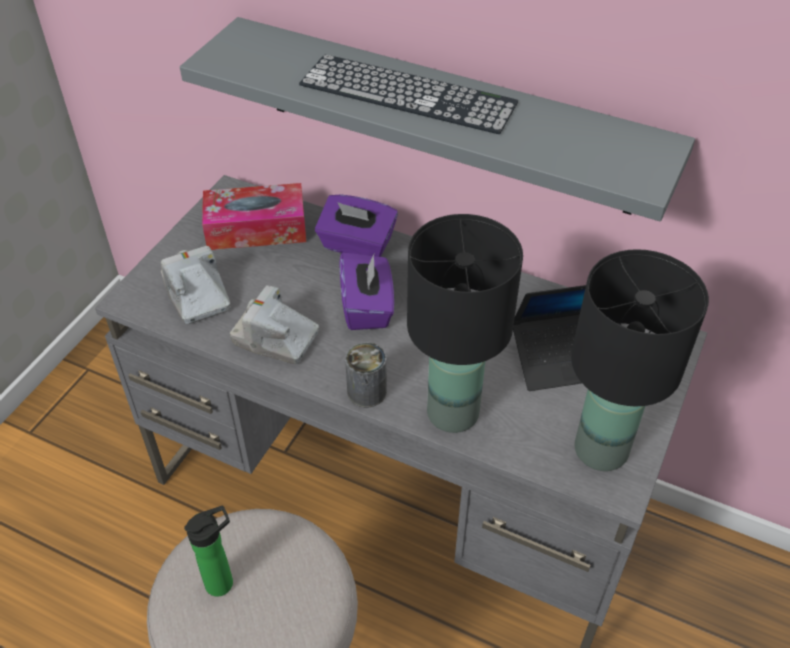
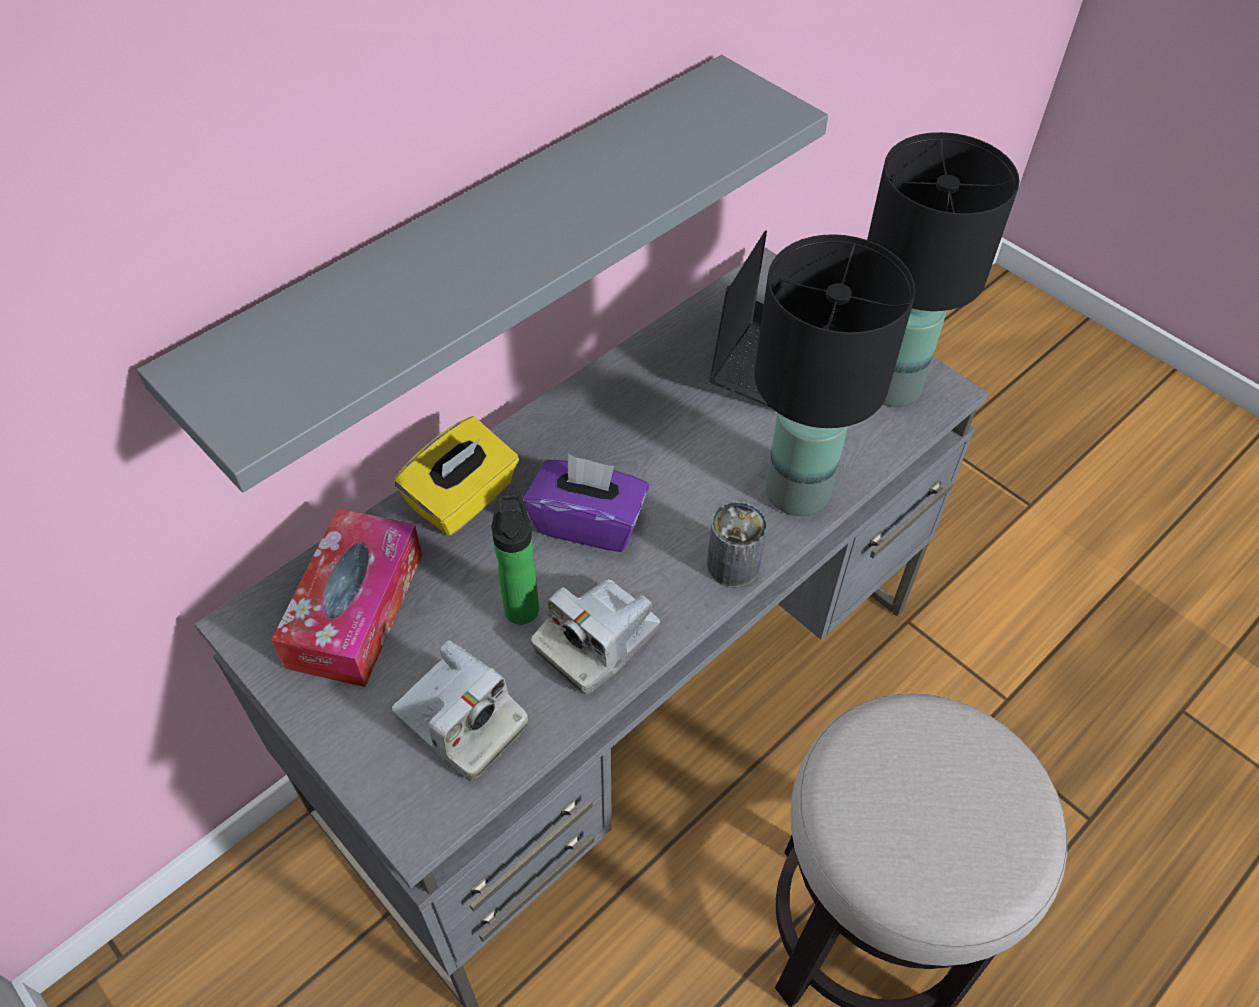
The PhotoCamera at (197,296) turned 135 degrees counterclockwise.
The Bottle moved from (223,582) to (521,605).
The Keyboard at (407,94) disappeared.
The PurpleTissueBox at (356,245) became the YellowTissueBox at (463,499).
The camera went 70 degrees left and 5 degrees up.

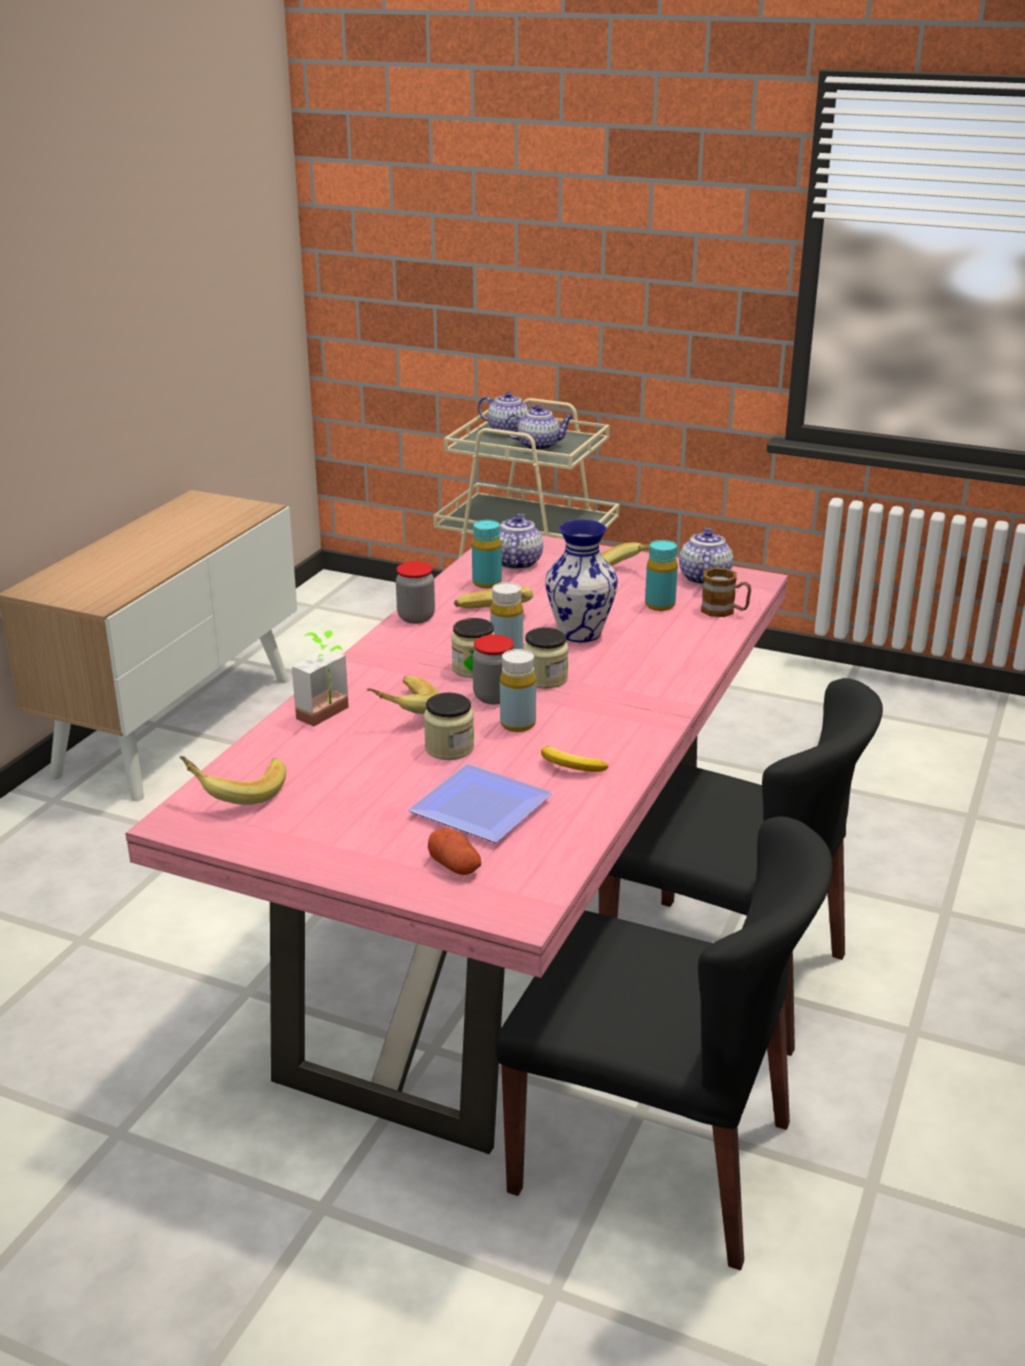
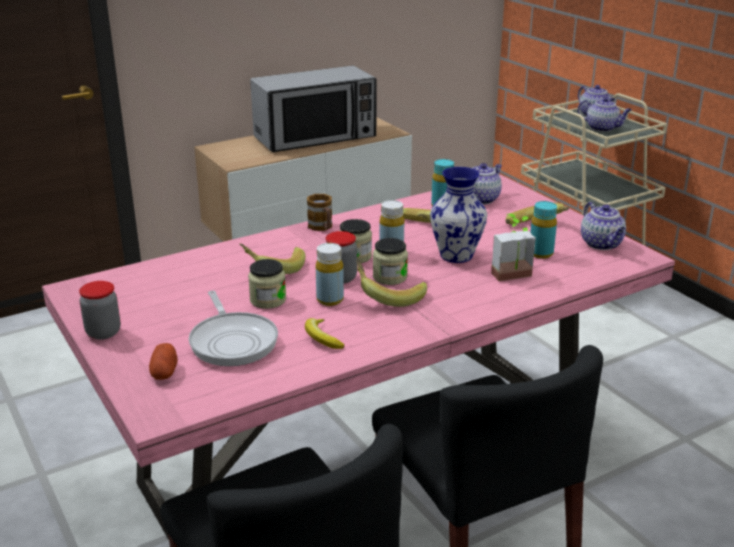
The Banana moved from (236,793) to (389,296).
The PottedPlant moved from (330,716) to (514,278).
The Jar moved from (416,617) to (103,332).
The Plate at (480,805) was replaced by the FryingPan at (233,341).
The Teapot at (703,578) turned 120 degrees clockwise.
The Mug moved from (724,611) to (322,227).
The Microwave at (316,137) appeared.
The camera went 35 degrees right and 0 degrees up.

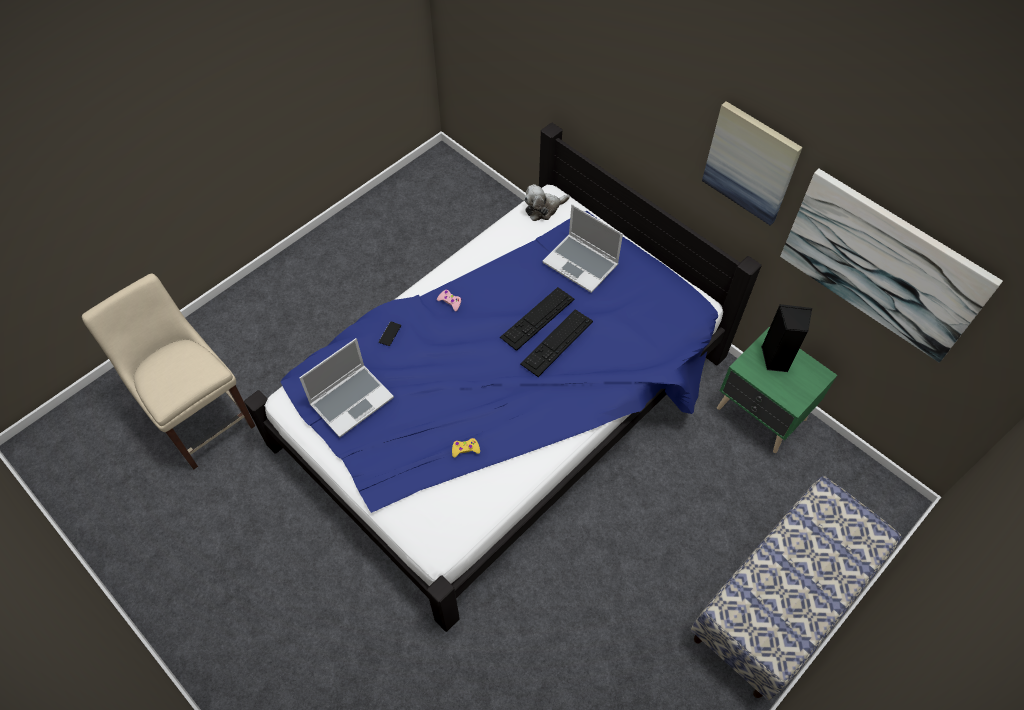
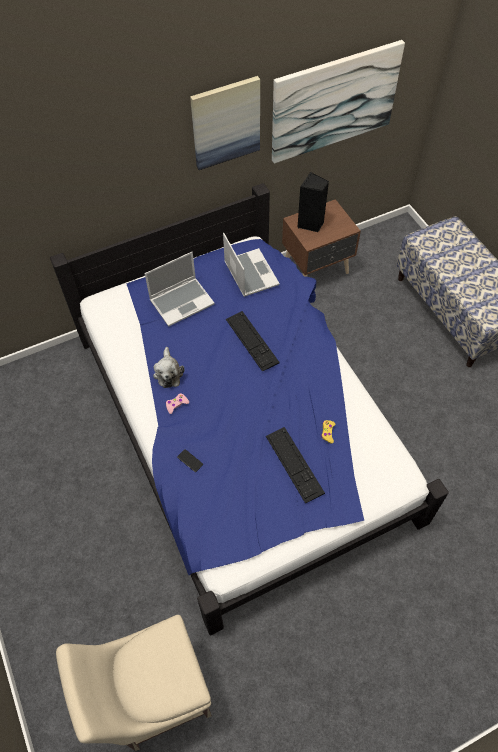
The Laptop moved from (352,400) to (250,273).
The Keyboard moved from (537,318) to (294,464).
The PlushToy moved from (543,209) to (168,373).
The GreenNightstand at (761,416) became the BrownNightstand at (317,269).
The camera went 70 degrees left and 0 degrees up.

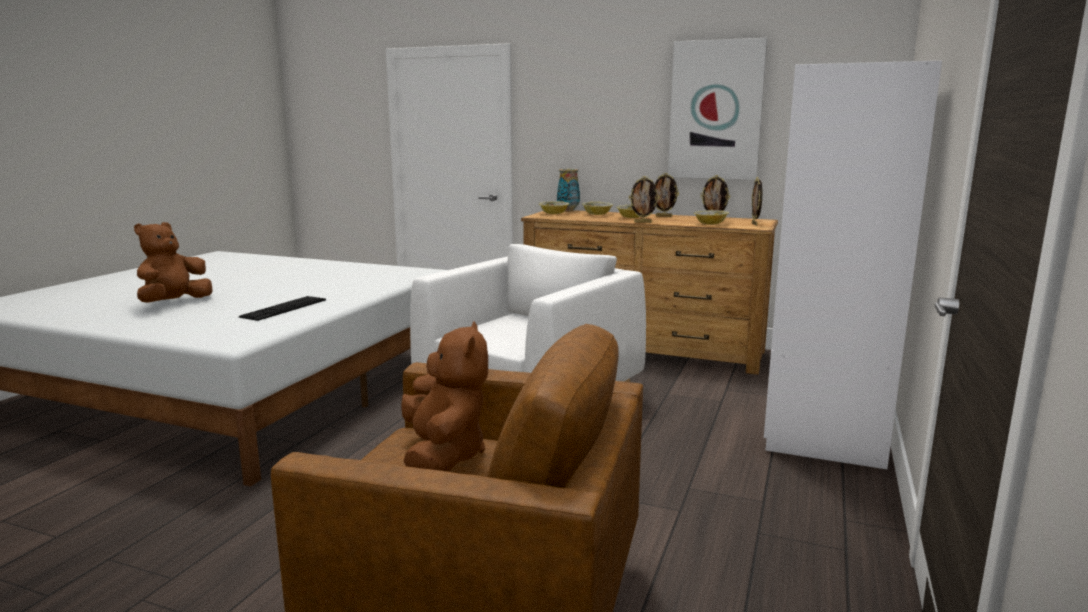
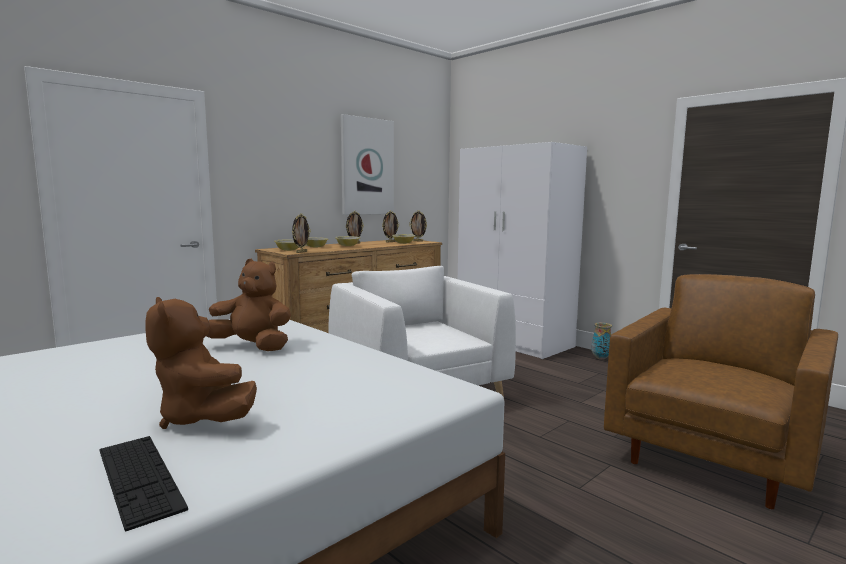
The Keyboard moved from (284,308) to (139,477).
The BrownPlushToy moved from (443,456) to (252,347).
The Vase moved from (568,210) to (601,358).
The PictureFrame moved from (643,222) to (301,252).
The camera went 65 degrees left and 5 degrees down.

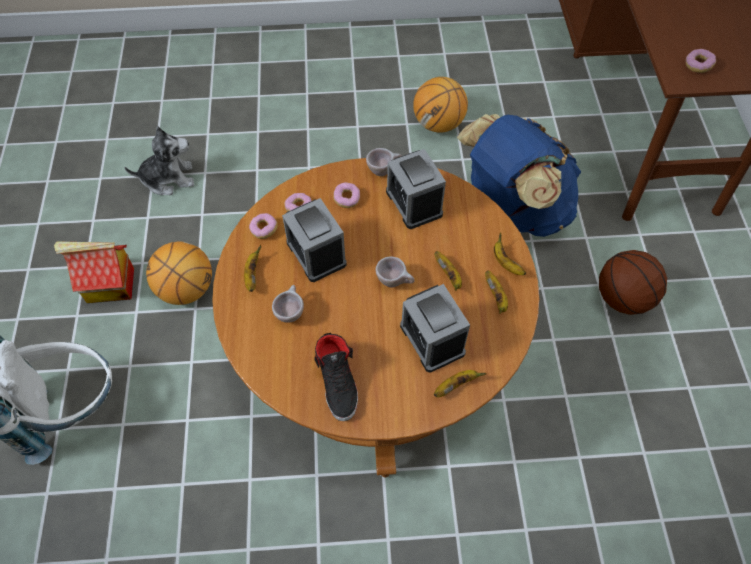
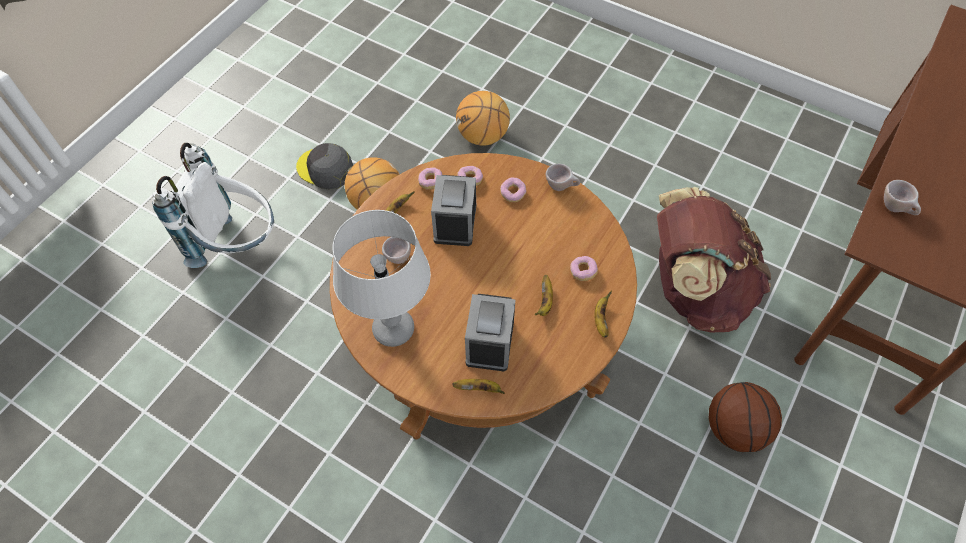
The ToyHouse at (109,286) was replaced by the GreyCap at (325,169).
The PlushToy at (168,178) disappeared.
The BlackShoe at (338,382) was replaced by the GreyTableLamp at (394,329).
The BeigeCup moved from (395,282) to (895,209).
The AlarmClock at (414,203) disappeared.
The Basketball moved from (438,124) to (483,136).
The BlueBackpack at (512,209) became the BrownBackpack at (693,290).
The Banana at (496,297) disappeared.
The Donut moved from (698,66) to (583,271).
The camera went 35 degrees right and 0 degrees up.

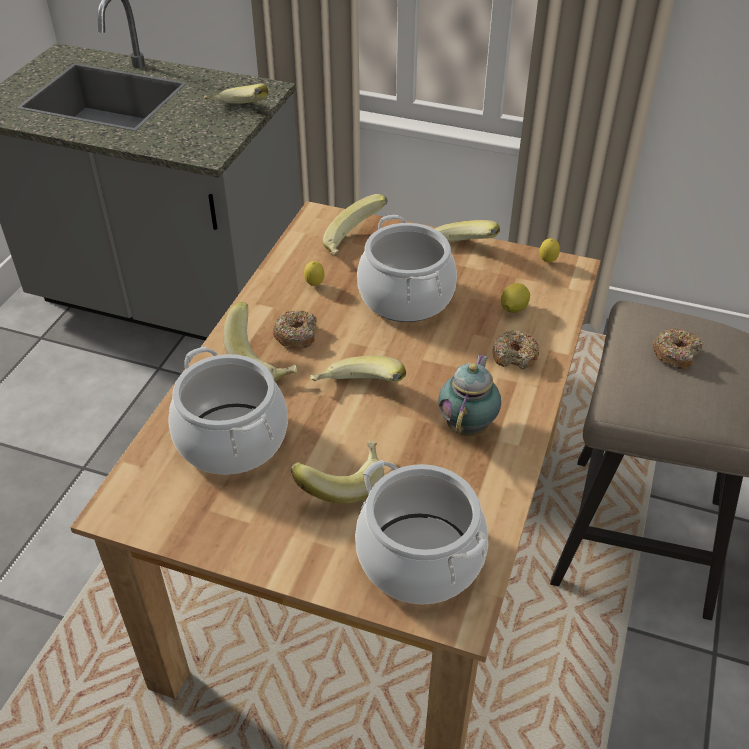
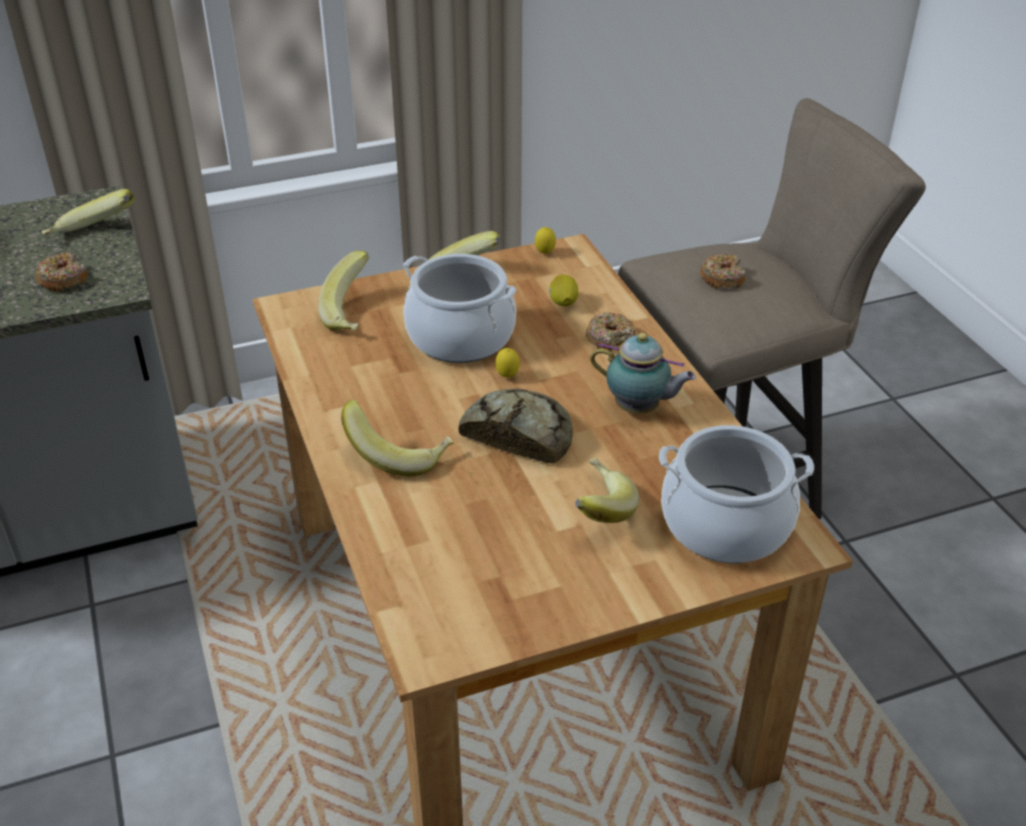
The CookingPot at (232,439) disappeared.
The Donut moved from (296,335) to (63,279).
The Lemon moved from (314,285) to (507,377).
The Banana at (358,392) was replaced by the Bread at (518,434).
The Teapot at (468,425) turned 135 degrees clockwise.
The camera went 40 degrees left and 5 degrees down.

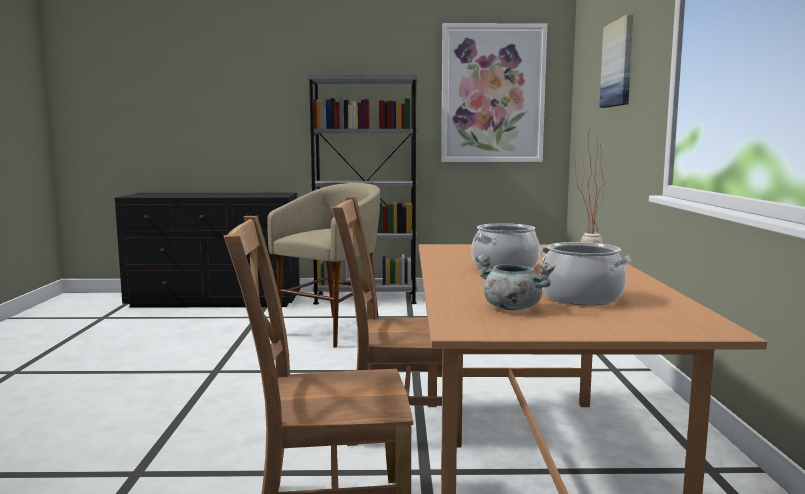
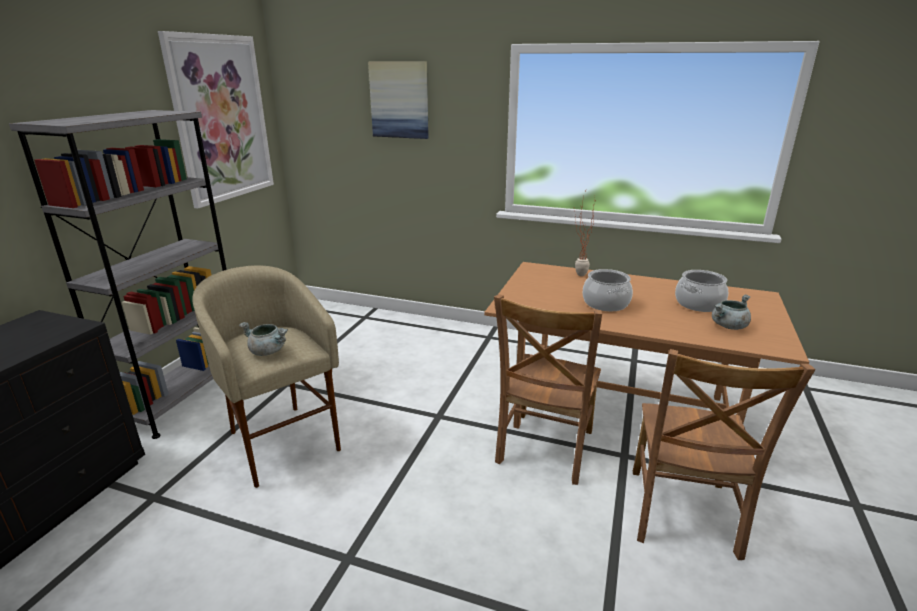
The GreyCookingPot at (268,351) appeared.
The camera went 70 degrees left and 15 degrees up.

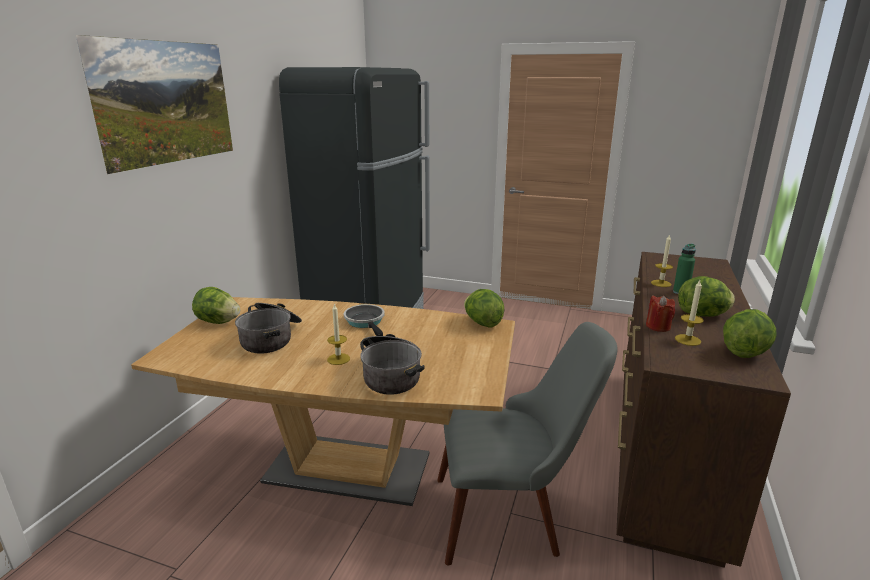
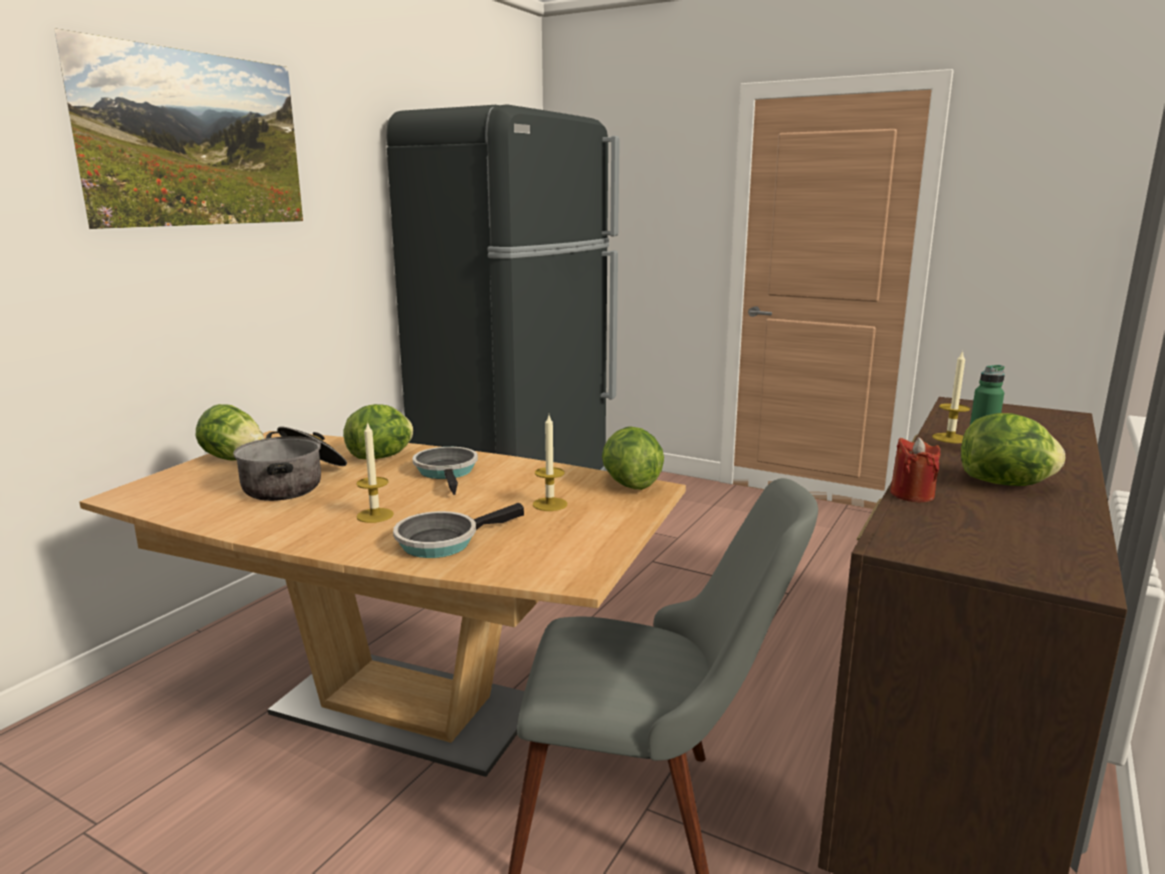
The CookingPot at (391,374) was replaced by the FryingPan at (443,541).
The Candle moved from (687,340) to (550,504).
The Lettuce moved from (744,352) to (382,457).
The camera went 10 degrees right and 5 degrees down.

